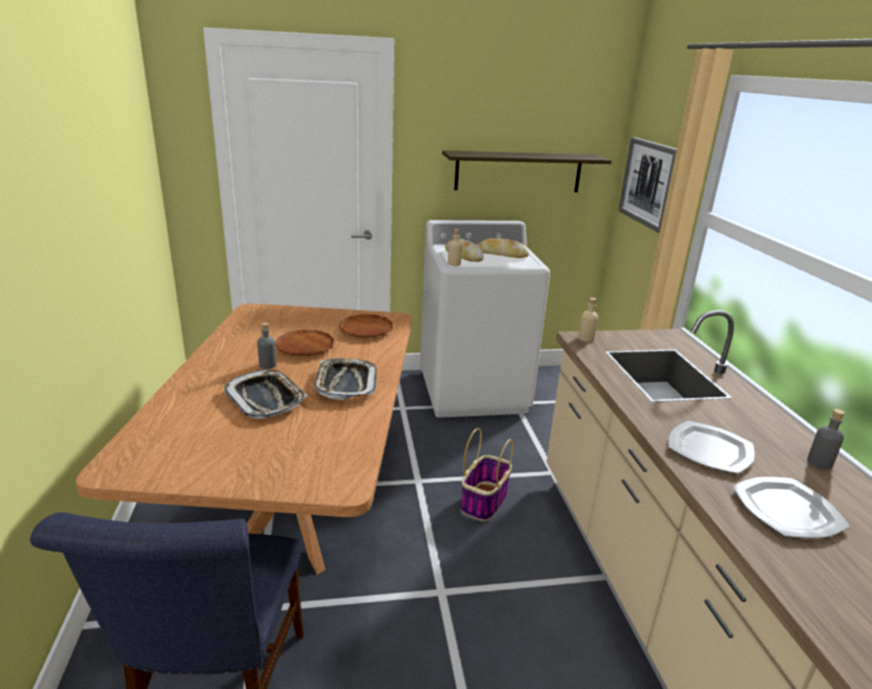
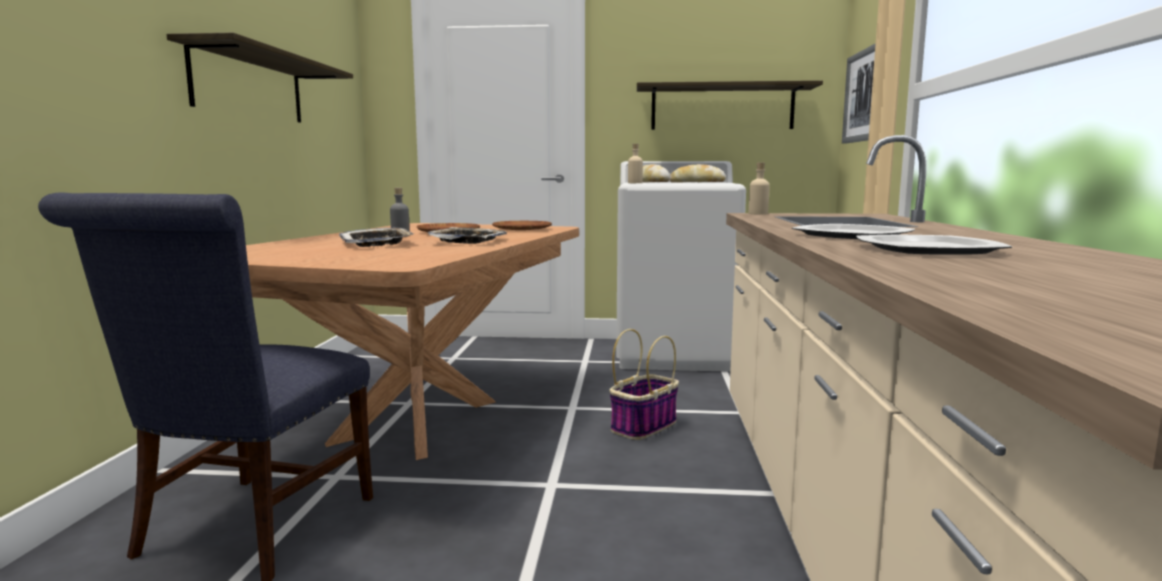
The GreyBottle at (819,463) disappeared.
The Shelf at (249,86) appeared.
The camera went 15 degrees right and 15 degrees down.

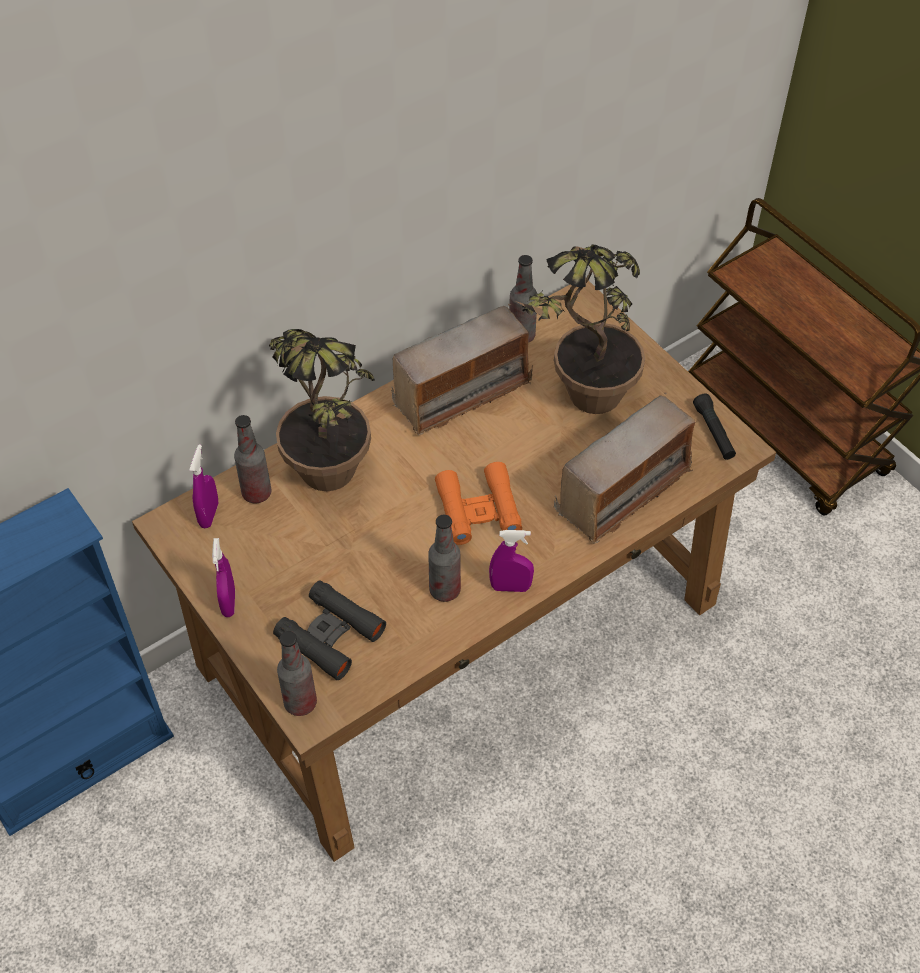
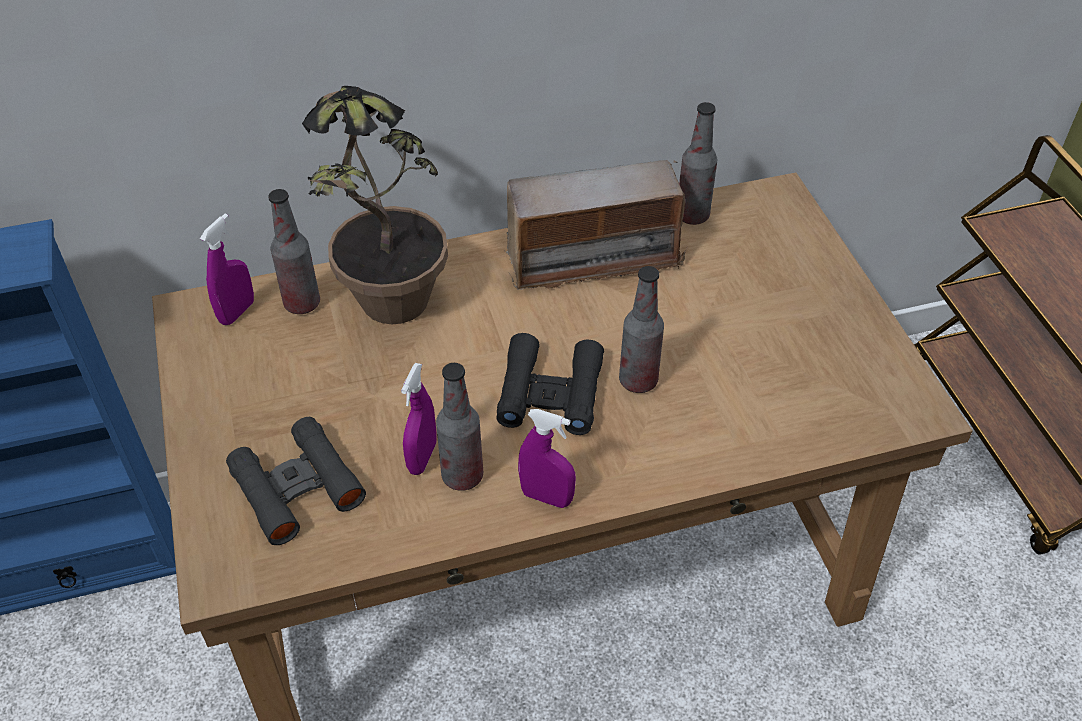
The PurpleSprayBottle moved from (229,602) to (422,457).
The Bottle moved from (300,703) to (638,380).
The OrangeBinoculars at (478,510) became the BlackBinoculars at (550,393).
The PottedPlant at (581,405) disappeared.
The Radio at (624,490) disappeared.
The BlackFlashlight at (714,432) disappeared.
The camera went 20 degrees right and 5 degrees down.

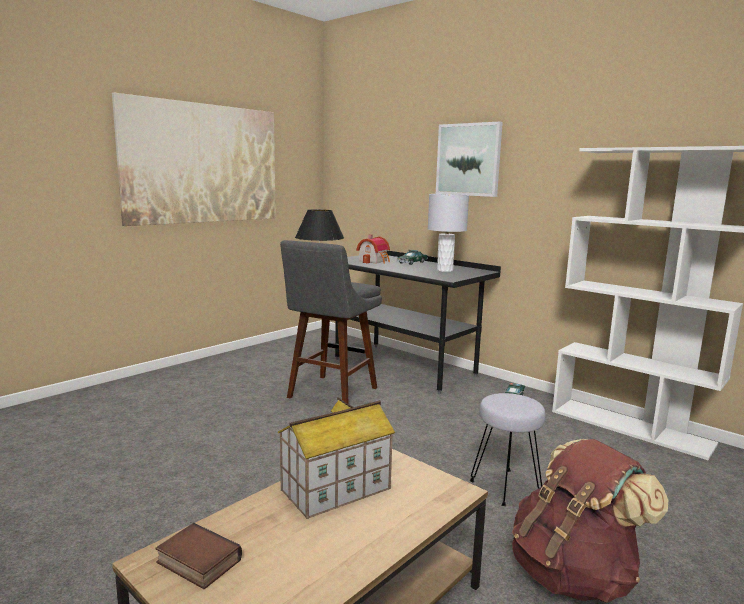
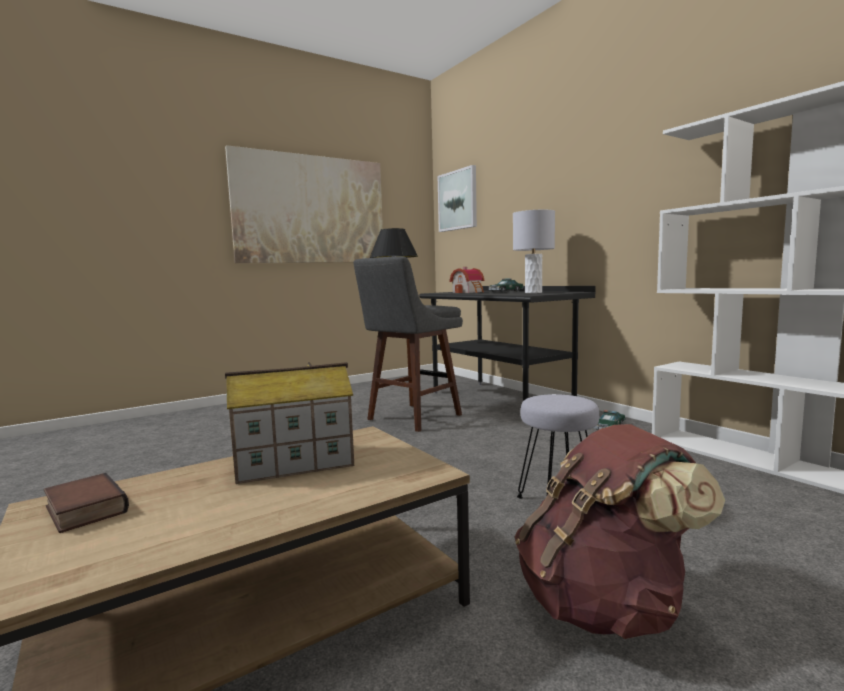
The Picture moved from (468,159) to (458,200).
The camera went 15 degrees right and 5 degrees down.

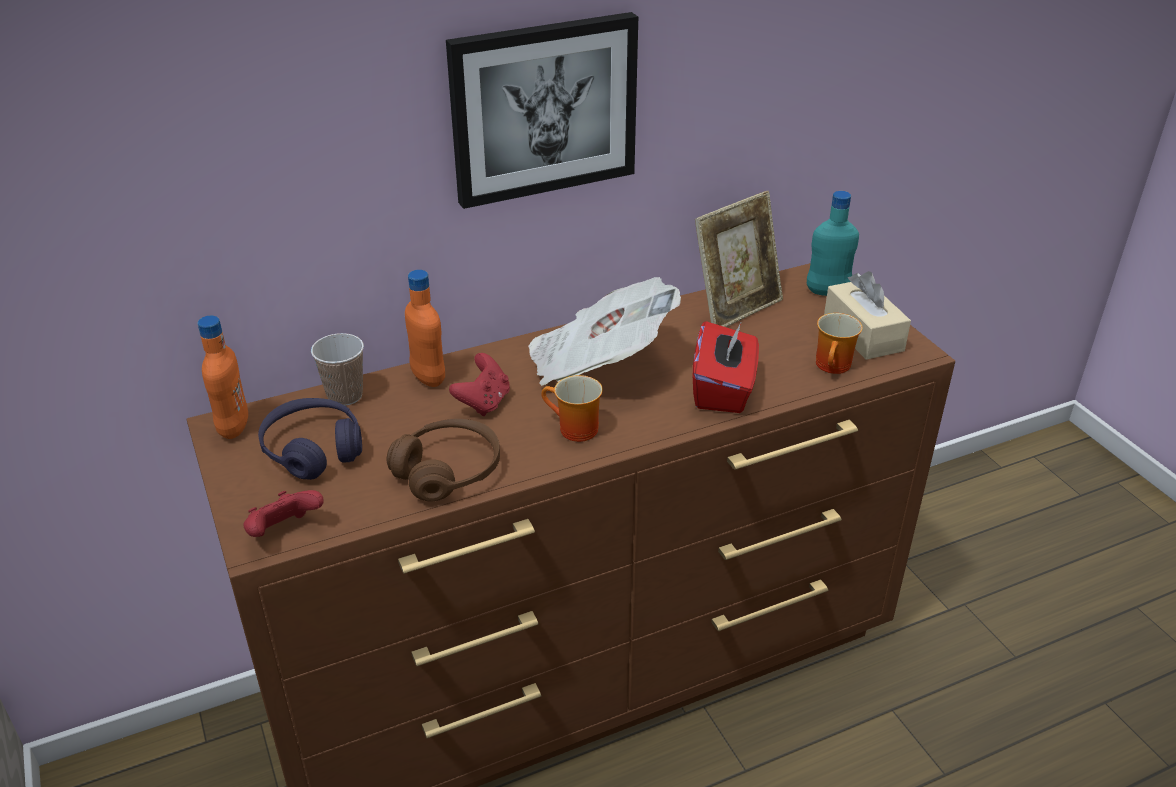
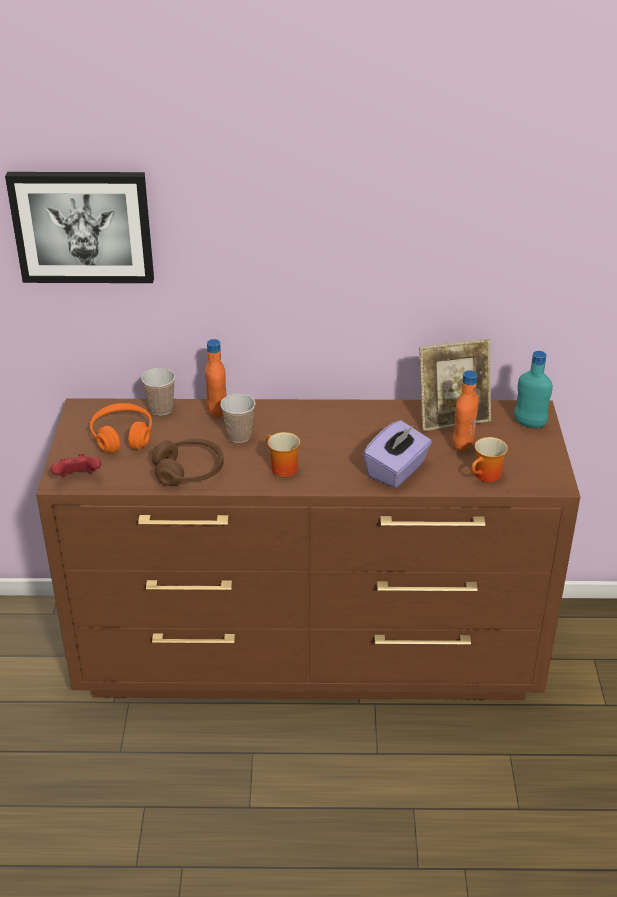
The OrangeBottle moved from (233,427) to (463,444).
The PurpleHeadphones at (313,450) became the OrangeHeadphones at (122,436).
The Picture moved from (543,108) to (82,226).
The RedGameController at (483,402) was replaced by the Cup at (239,436).
The Newspaper at (598,364) disappeared.
The RedTissueBox at (723,390) became the PurpleTissueBox at (397,470).
The BeigeTissueBox at (863,333) disappeared.
The camera went 25 degrees right and 0 degrees up.

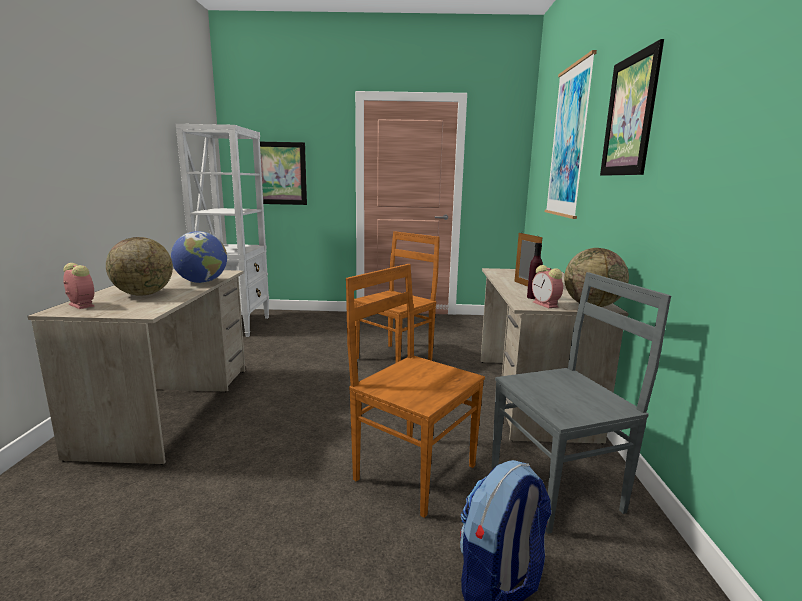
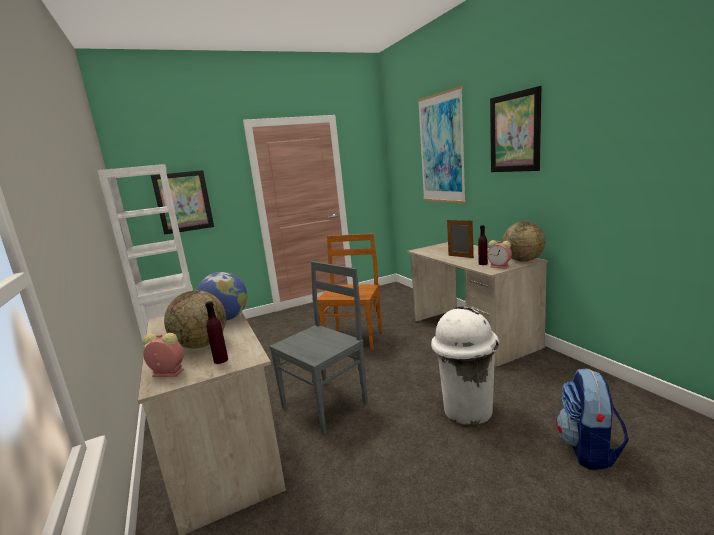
The BrownChair at (412,471) was replaced by the WhiteTrashCan at (466,410).
The GreyChair moved from (558,488) to (326,404).
The PurpleBottle at (221,360) appeared.
The camera went 25 degrees left and 0 degrees up.

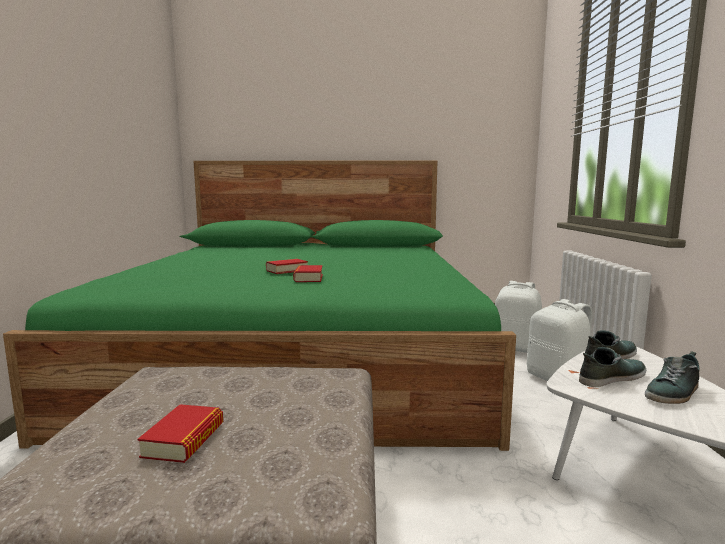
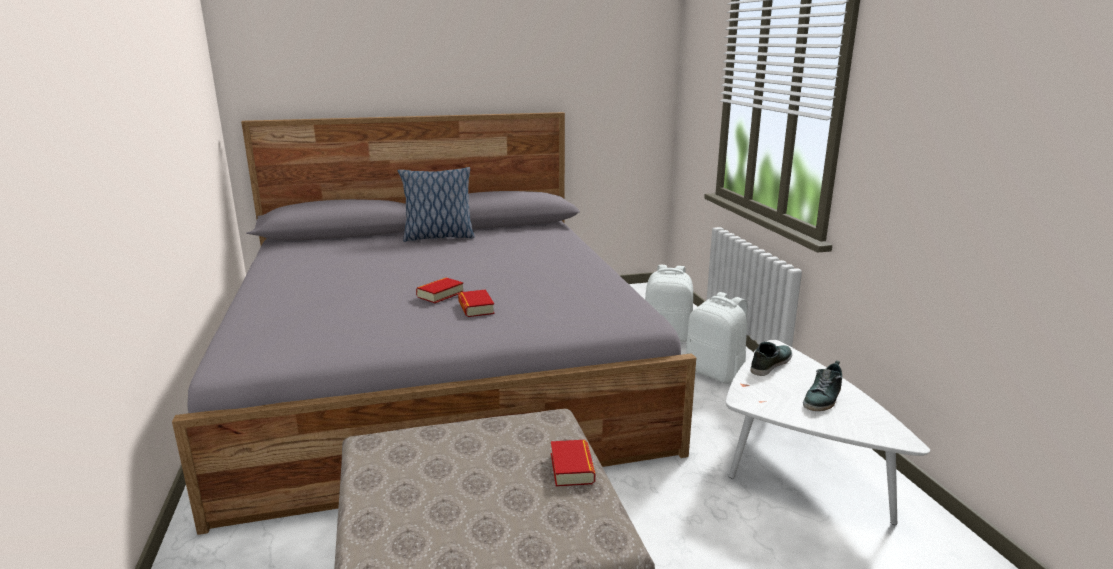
The GreenBed at (301,355) became the GreyBed at (439,372).
The Book moved from (184,440) to (572,468).
The Shoe at (611,377) disappeared.
The Pillow at (438,237) appeared.
The camera went 15 degrees left and 10 degrees up.

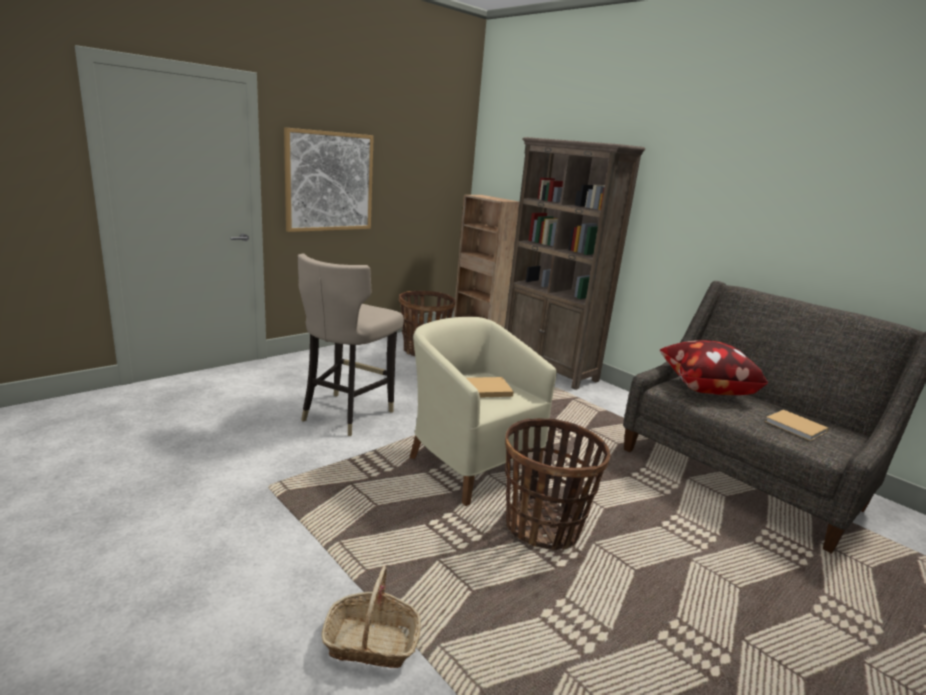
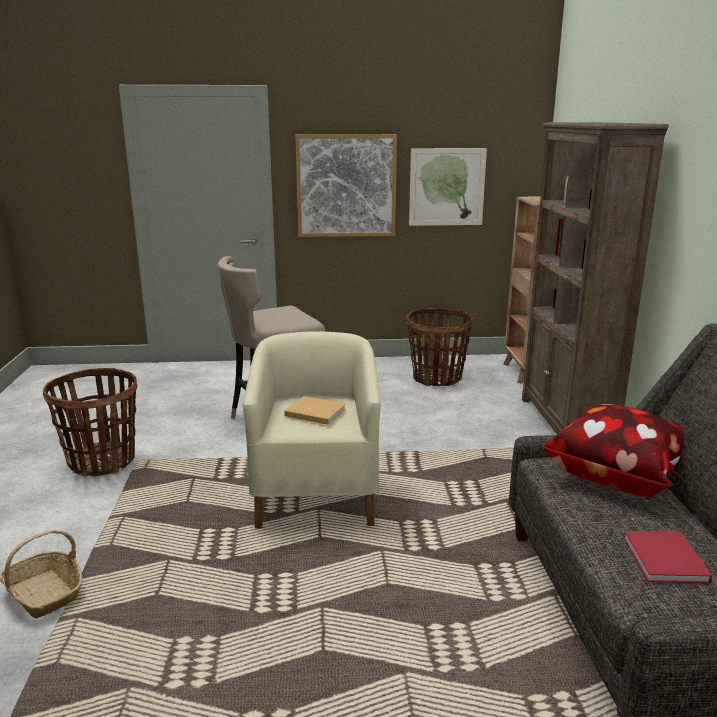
The Basket moved from (543,527) to (102,461).
The BeigeBook at (797,427) became the RedBook at (665,561).
The Picture at (447,187) appeared.
The camera went 40 degrees right and 0 degrees up.

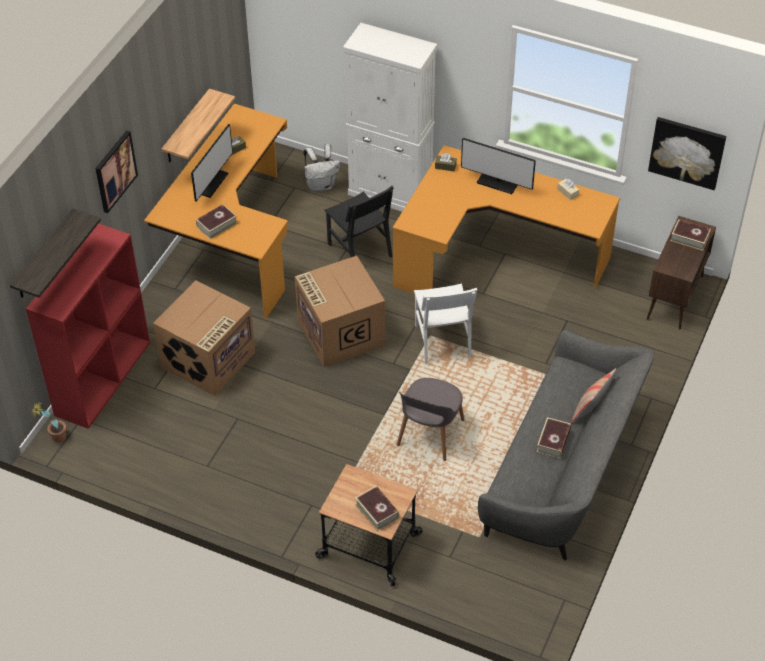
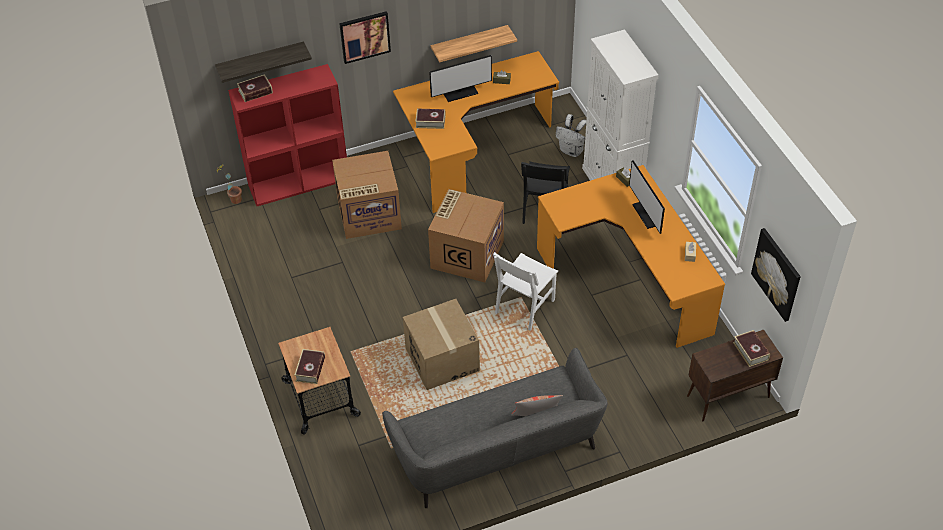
The GreyChair at (429,434) was replaced by the CardboardBox at (442,359).
The Book moved from (553,441) to (255,91).
The camera went 45 degrees right and 0 degrees up.

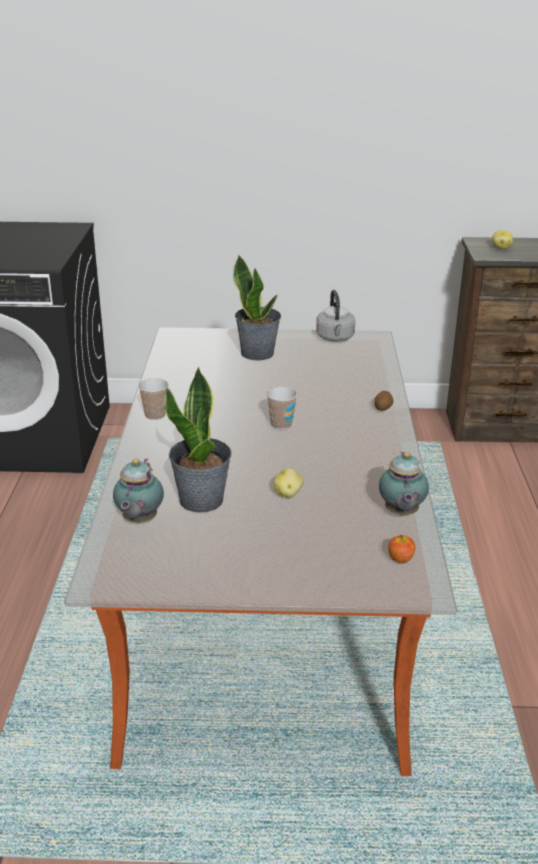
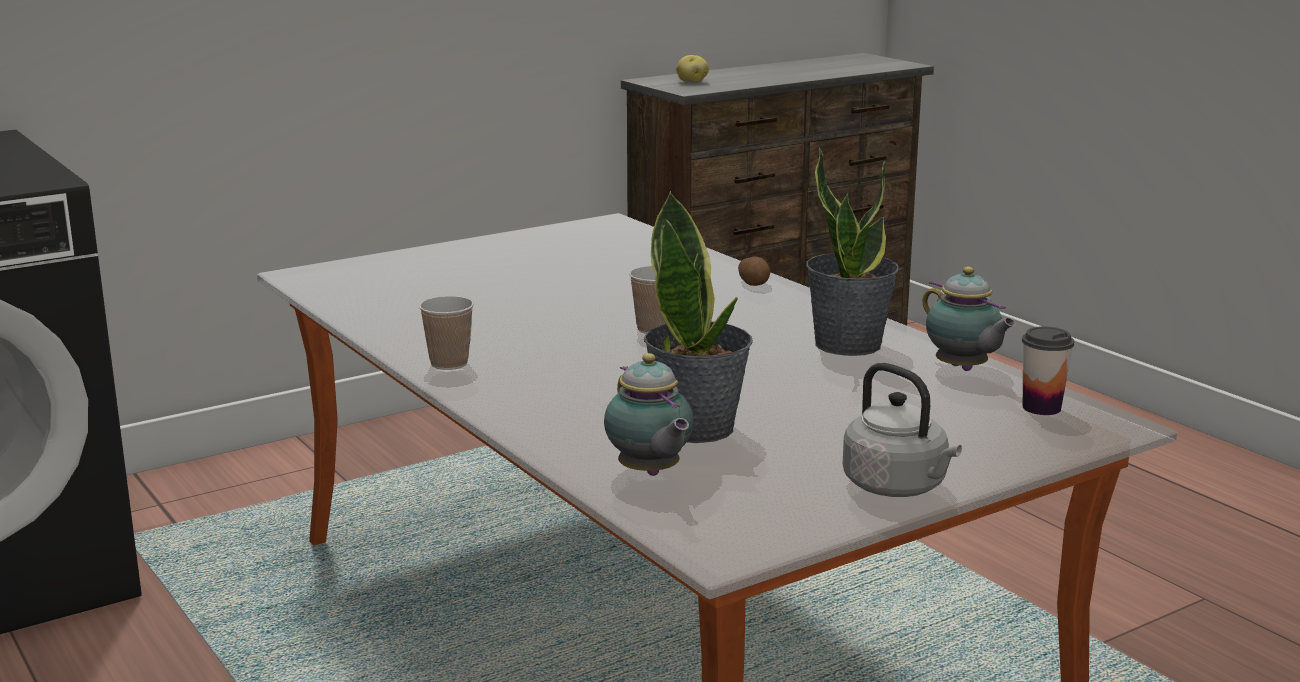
The PottedPlant moved from (258,353) to (848,344).
The Potato at (288,493) disappeared.
The GreyKettle moved from (335,338) to (898,487).
The Apple at (400,559) was replaced by the Cup at (1041,408).
The camera went 35 degrees left and 10 degrees down.

